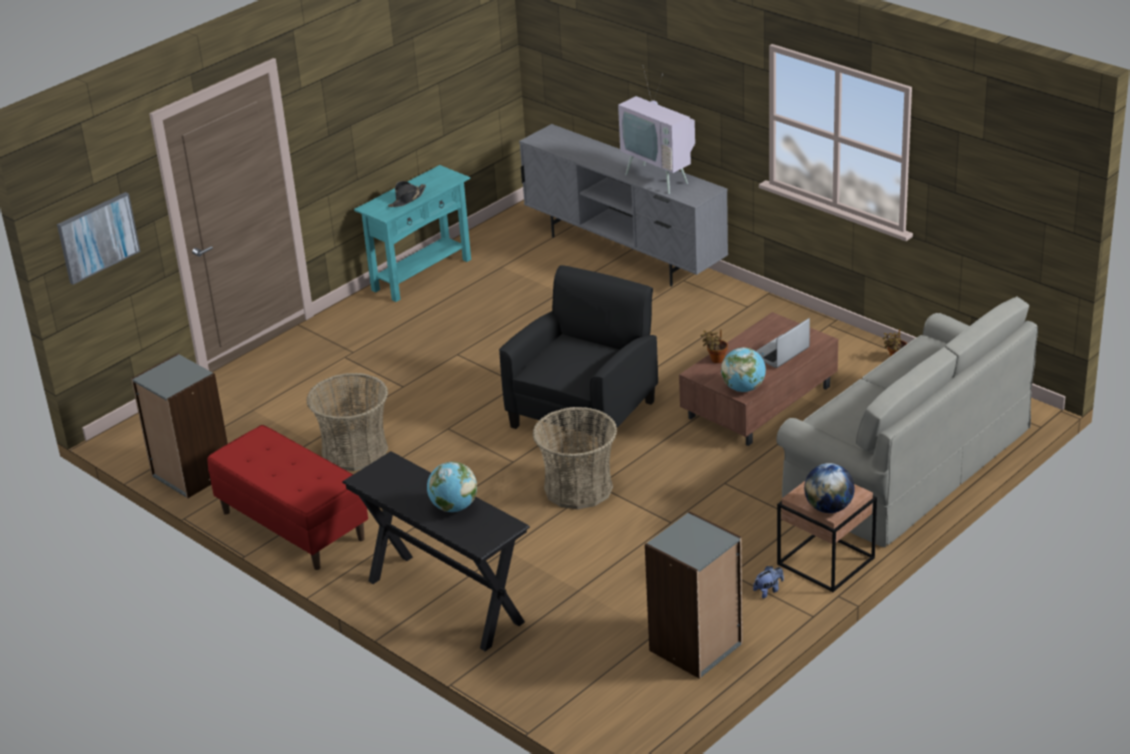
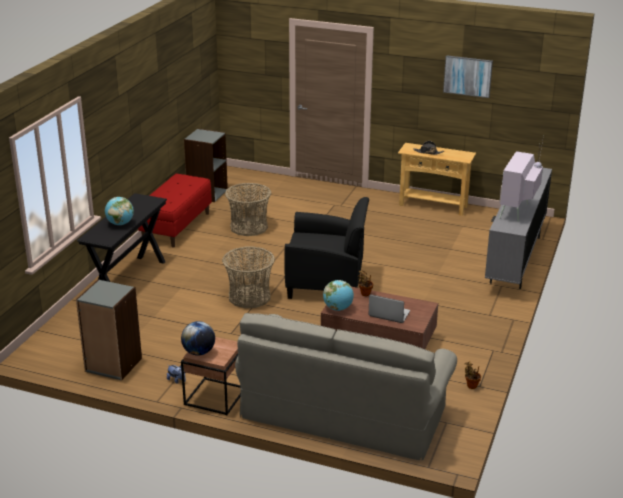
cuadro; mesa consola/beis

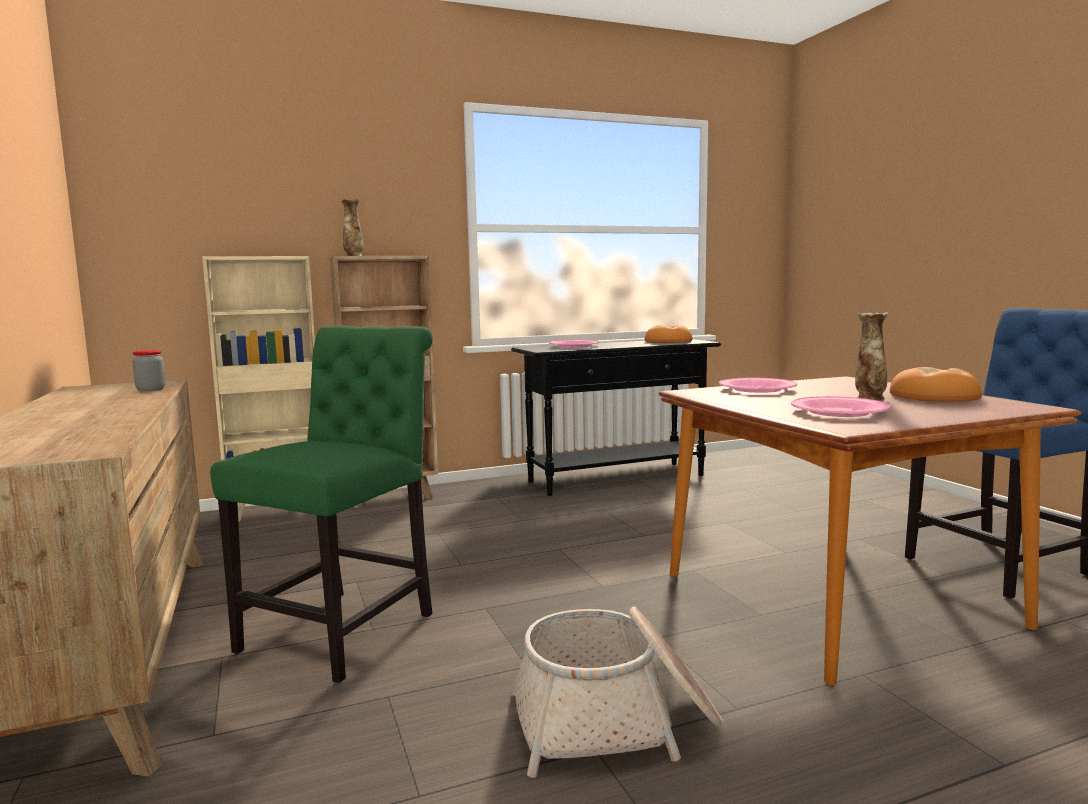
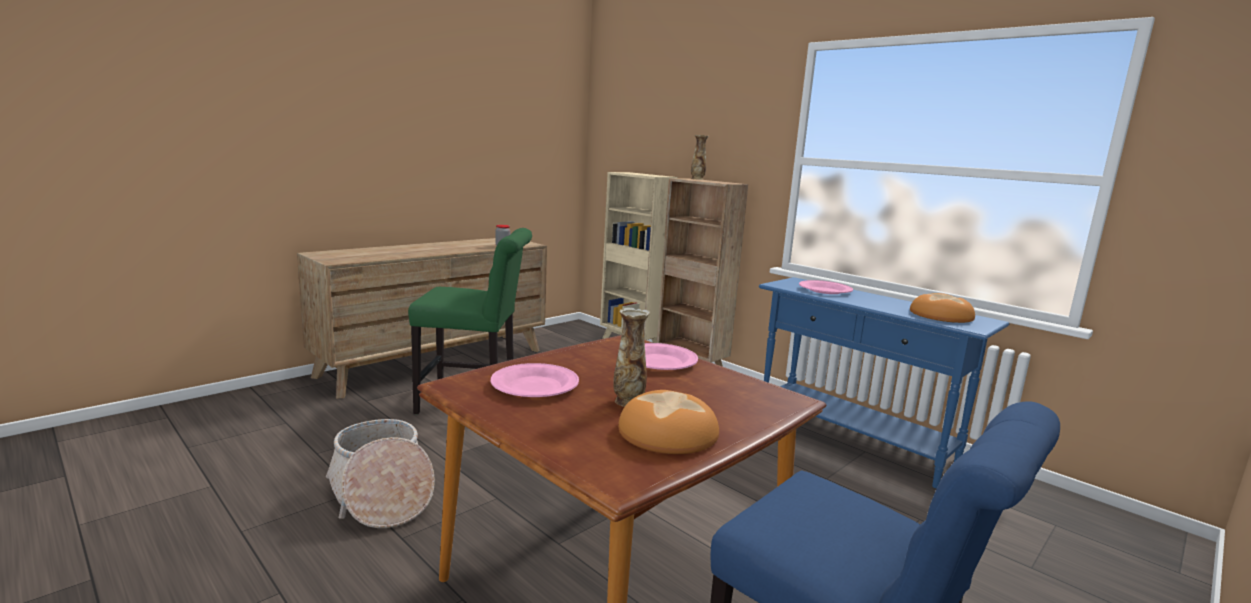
mesa consola/azul

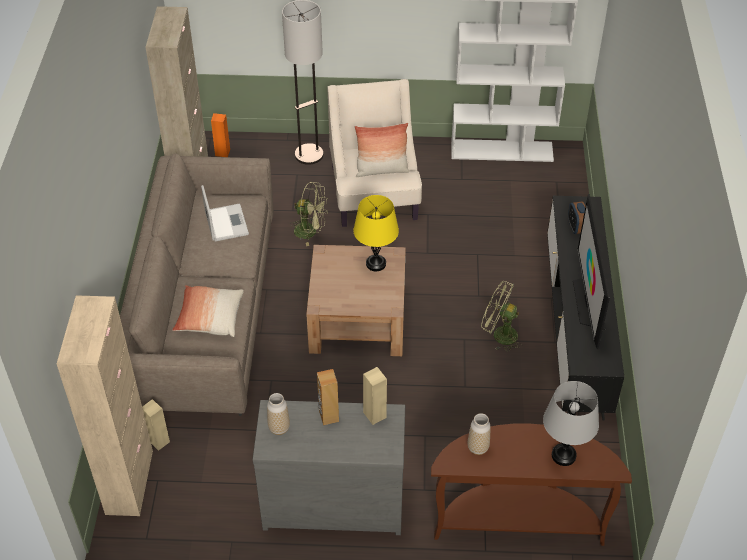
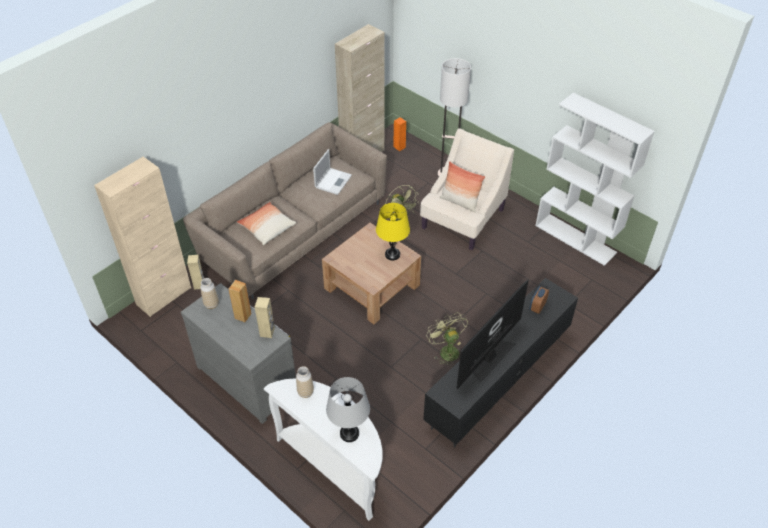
mesa consola/blanco

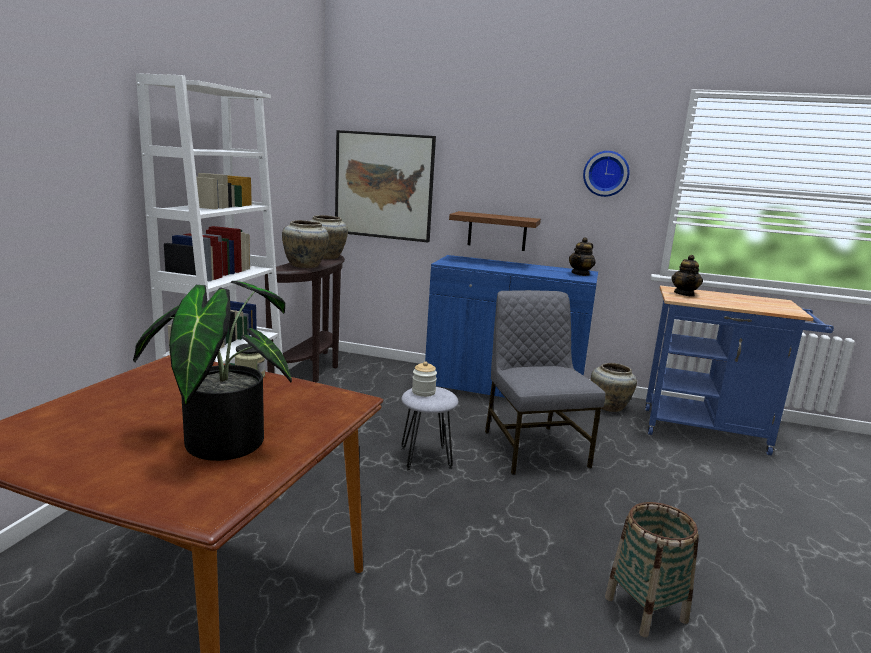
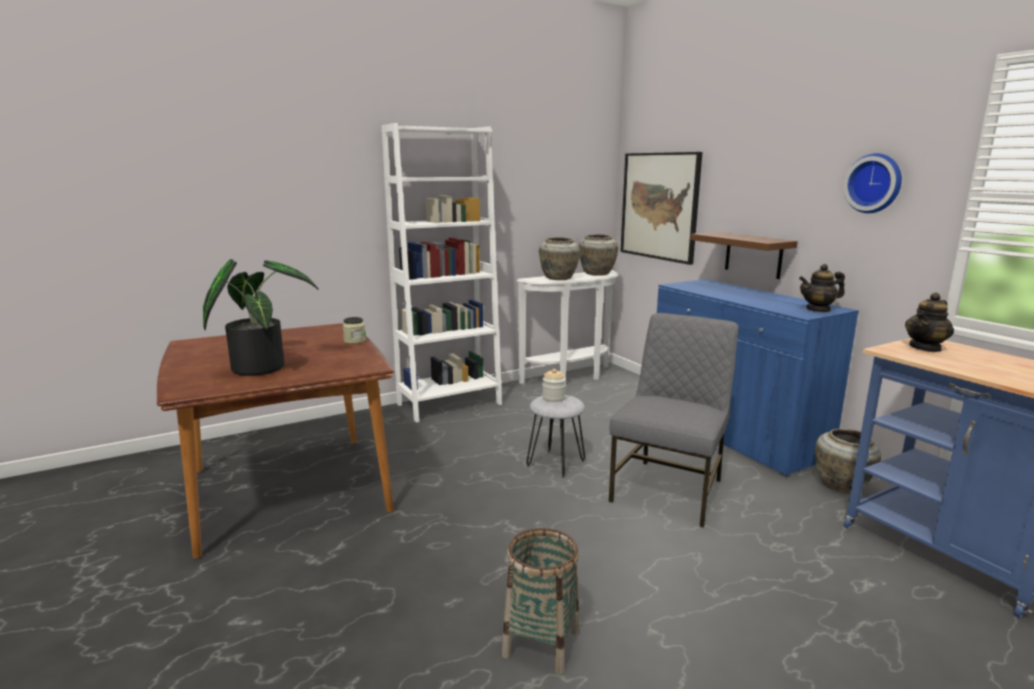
mesa consola/blanco

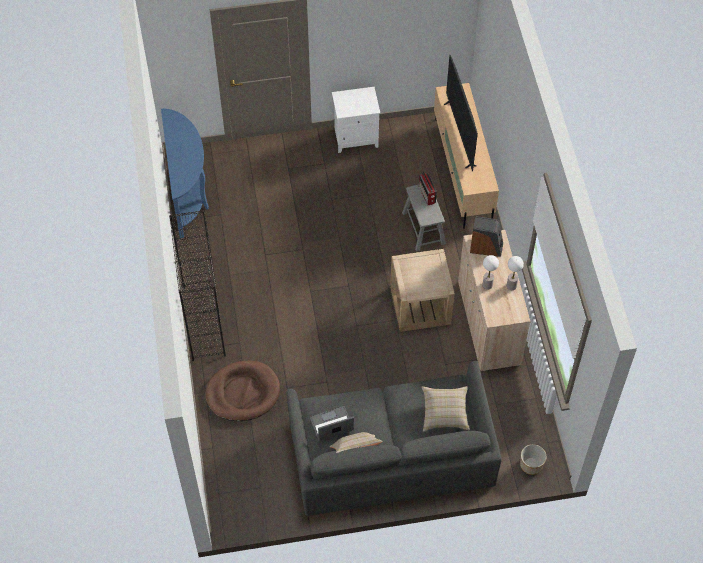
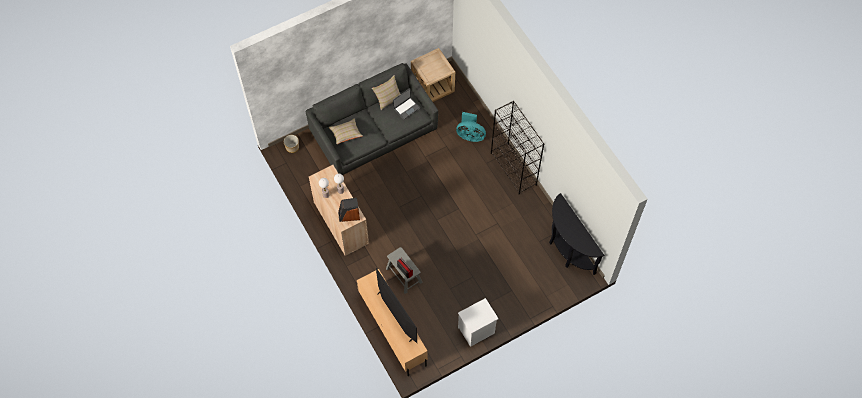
mesa auxiliar/beis; ventilador/turquesa; mesa consola/negro

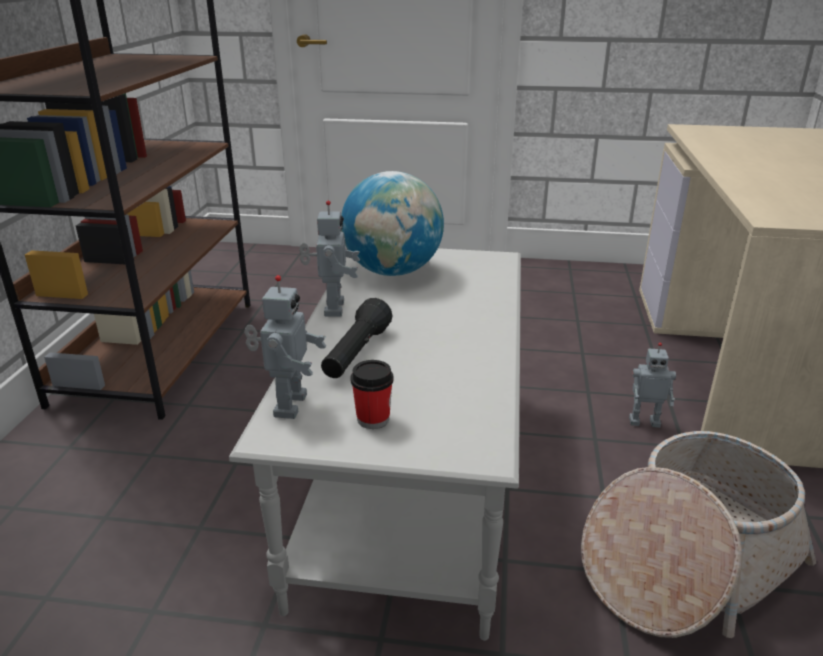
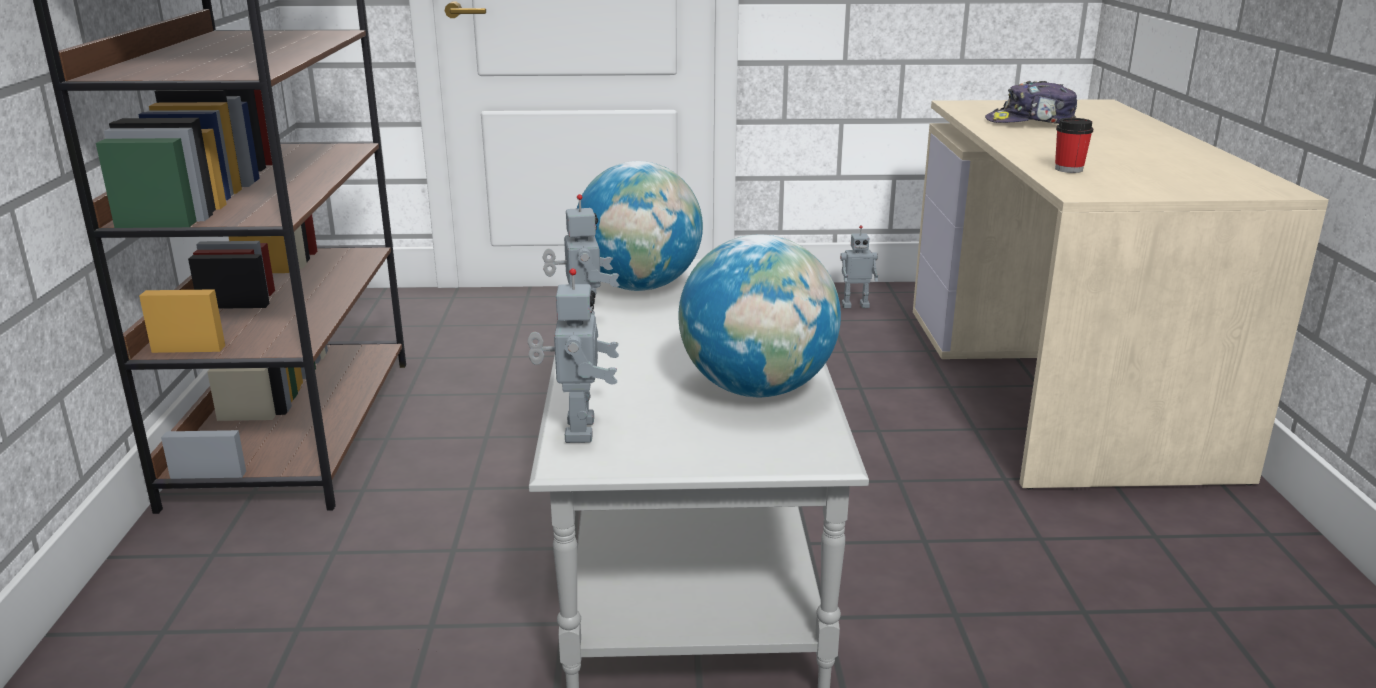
linterna/negro; cesta; globo terráqueo (no. 2 from left); gorra; taza; robot de juguete (no. 3 from left)

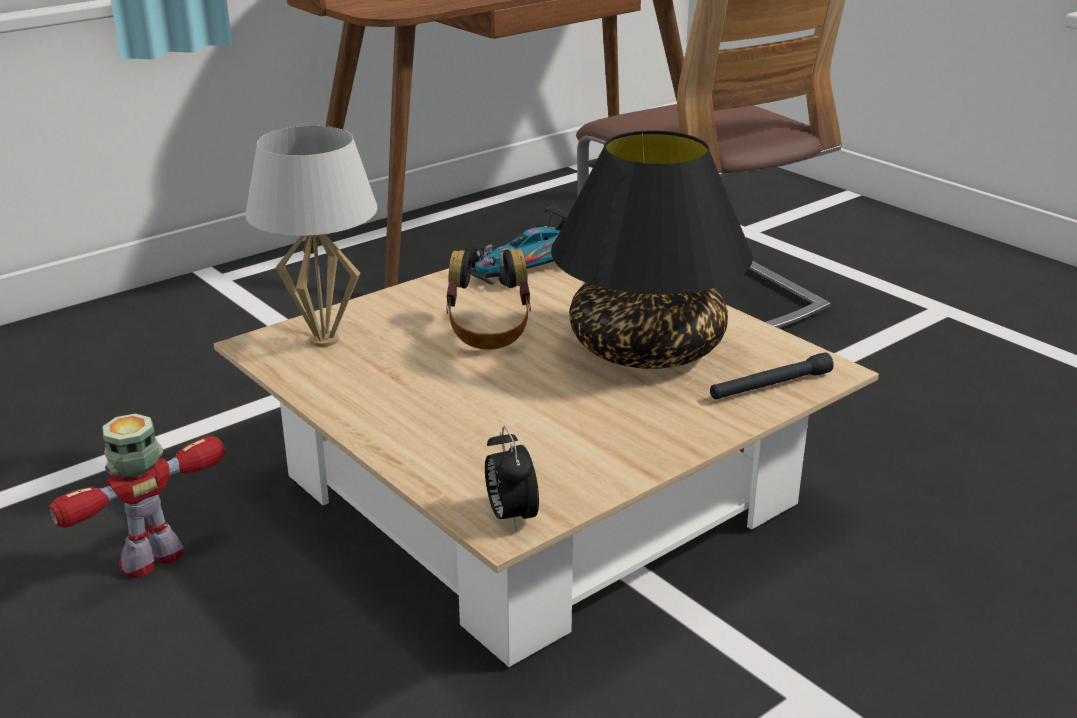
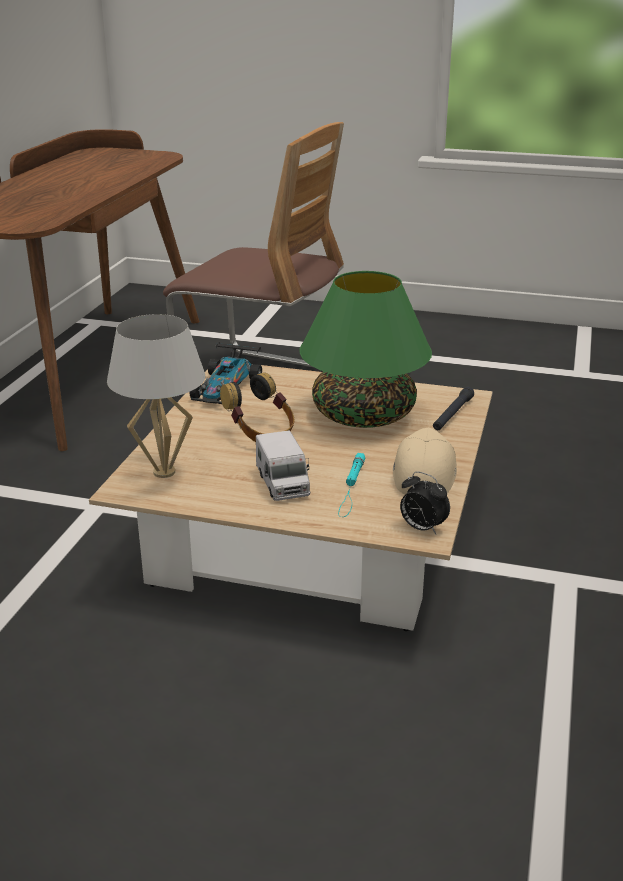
robot de juguete; camión de juguete; linterna/turquesa; gorra/beis; lámpara de mesa/verde

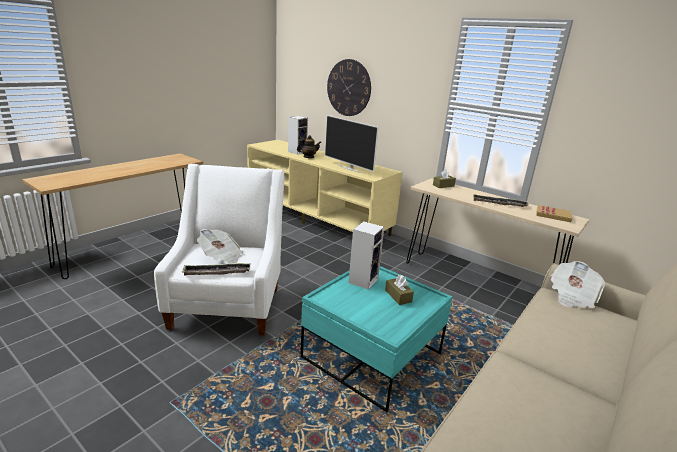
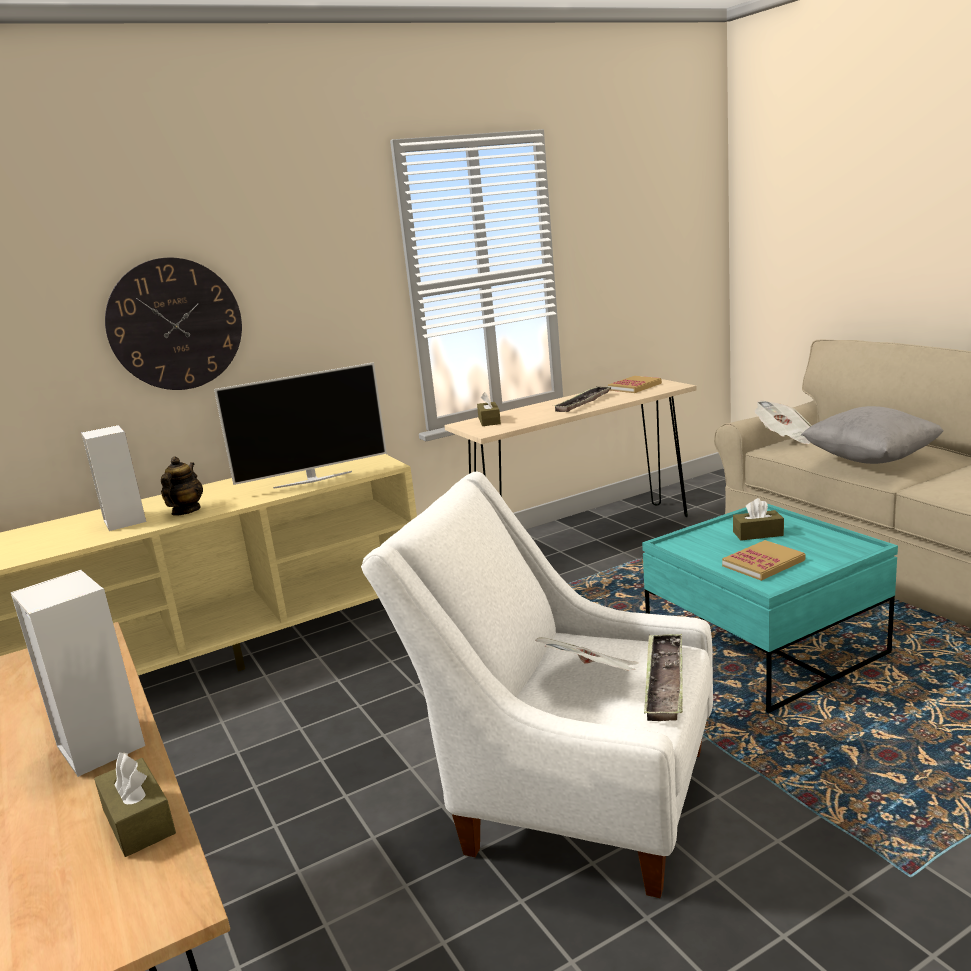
caja de pañuelos/marrón (no. 1 from left); libro (no. 2 from left); cojín/gris; altavoz (no. 1 from left)

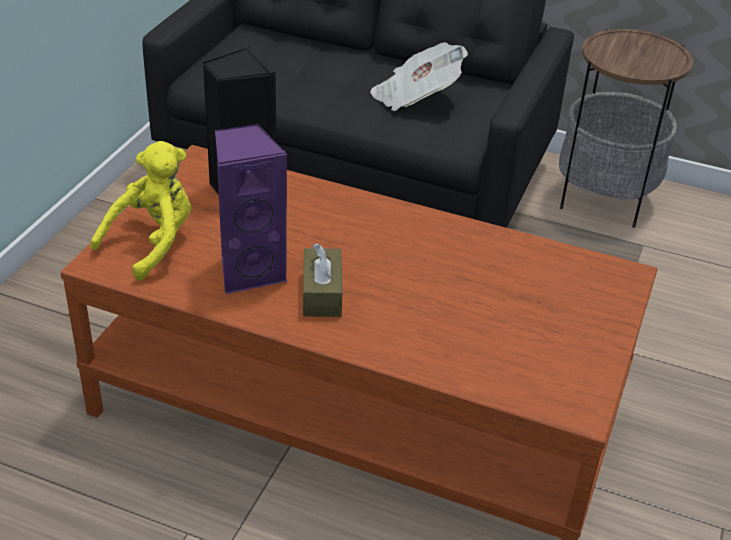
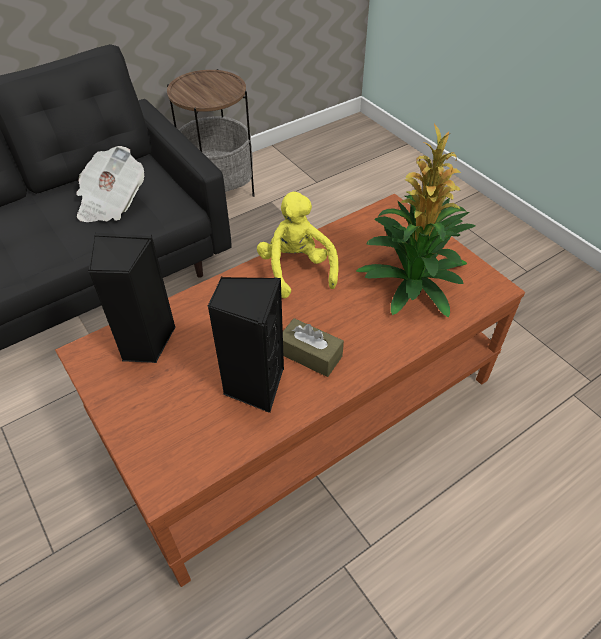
planta en maceta; peluche/amarillo; altavoz/negro (no. 2 from left)

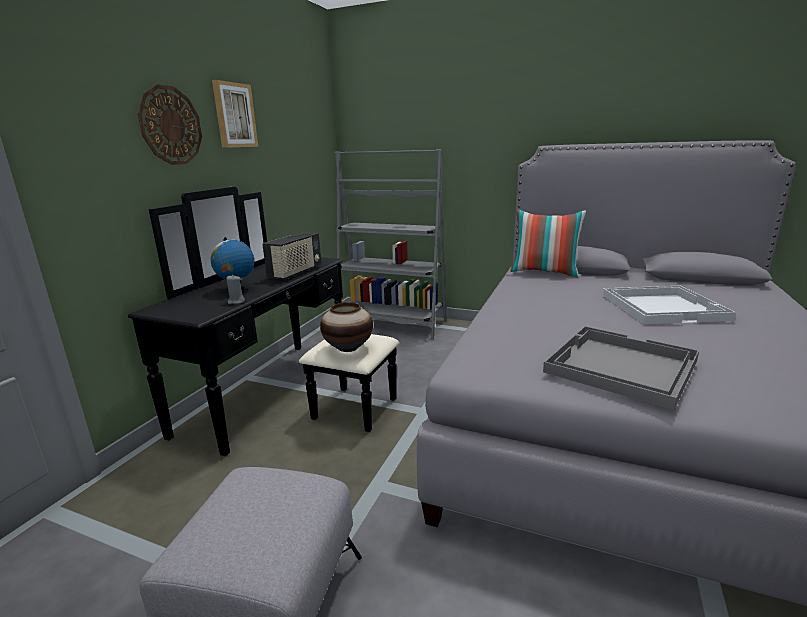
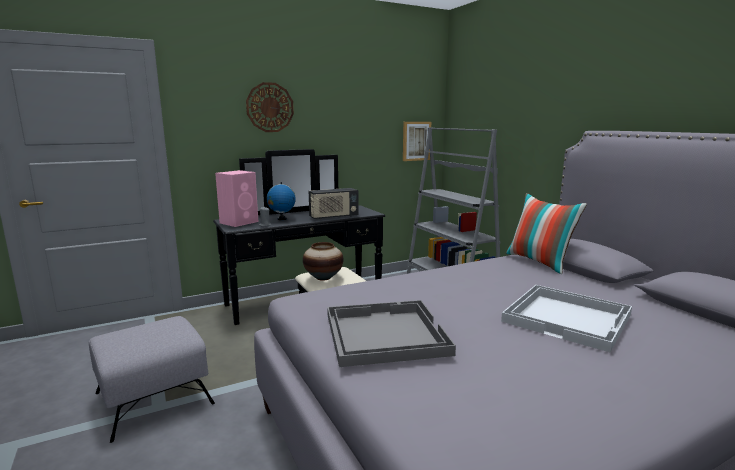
altavoz/rosa; cuadro

